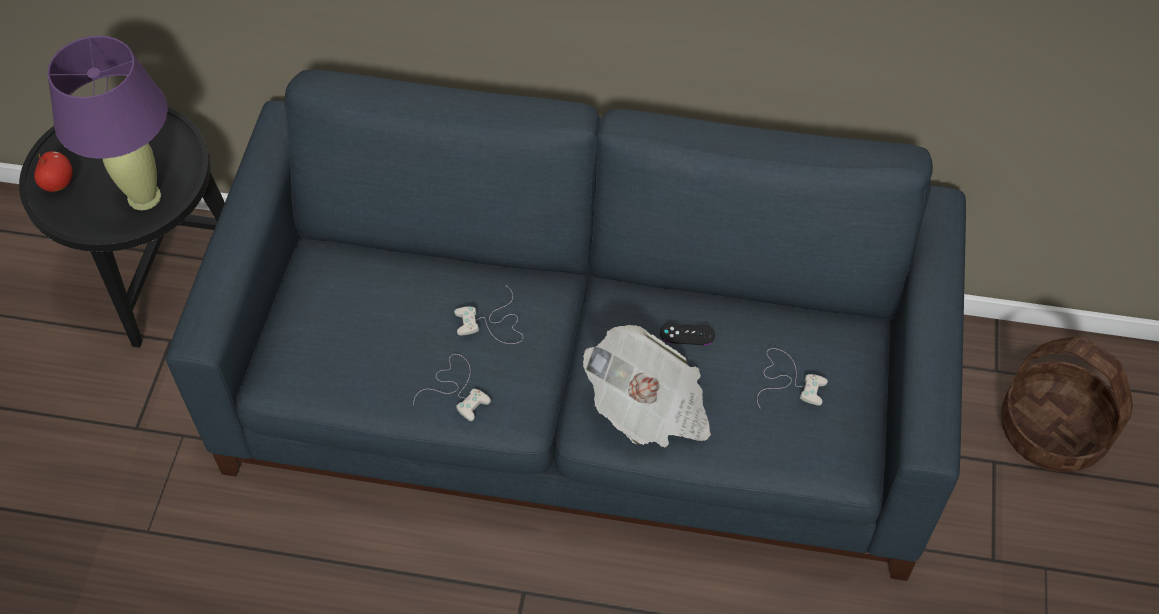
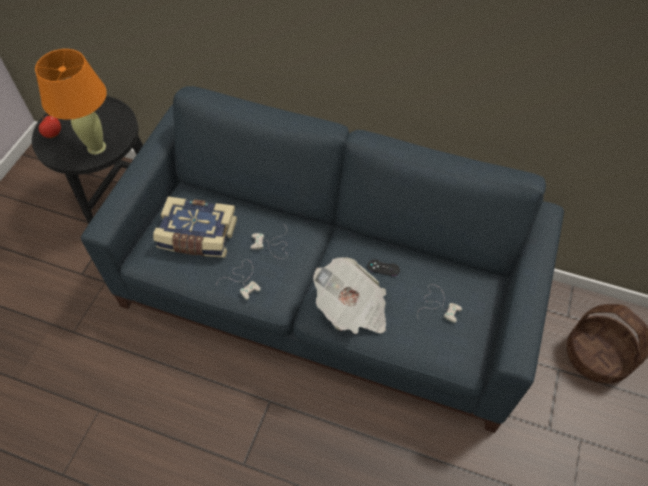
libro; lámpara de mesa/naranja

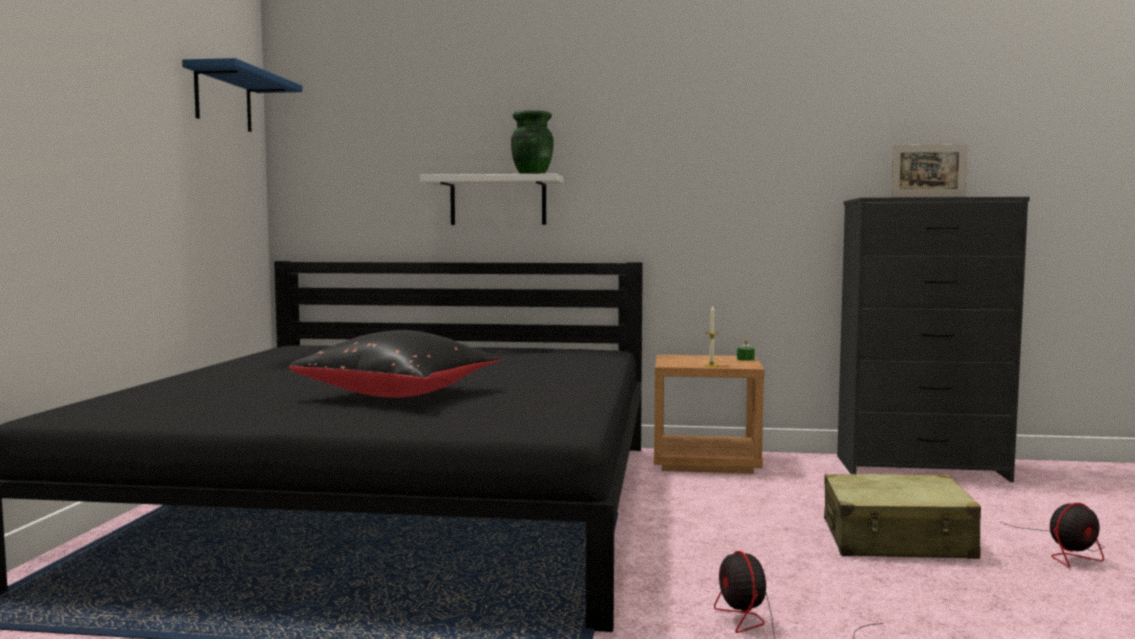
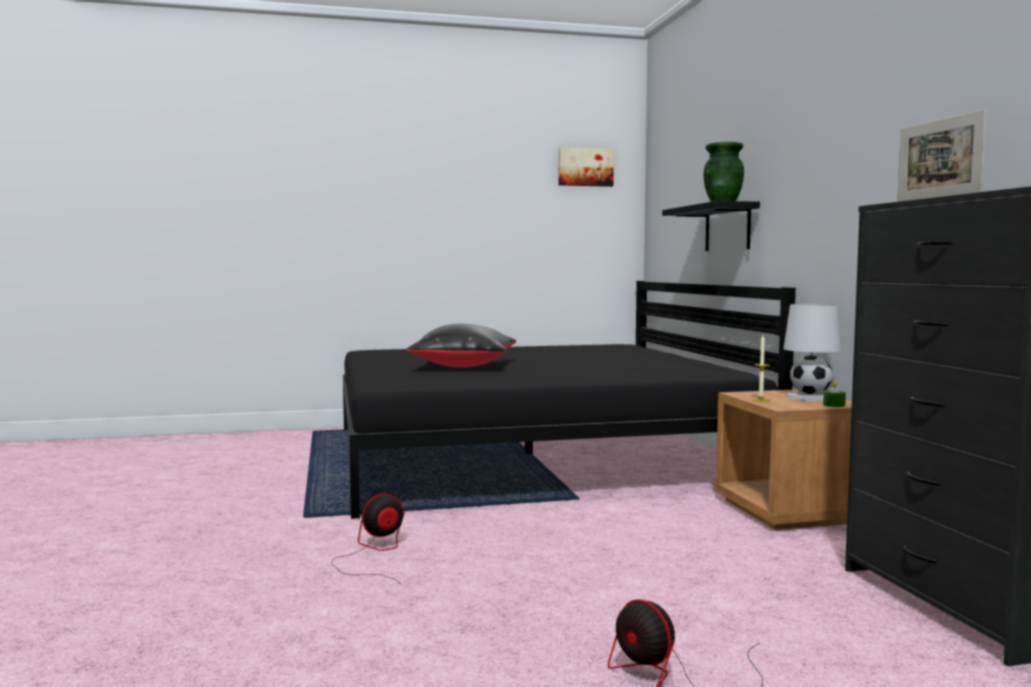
maleta/beis; lámpara de mesa/blanco; cuadro; estante/negro

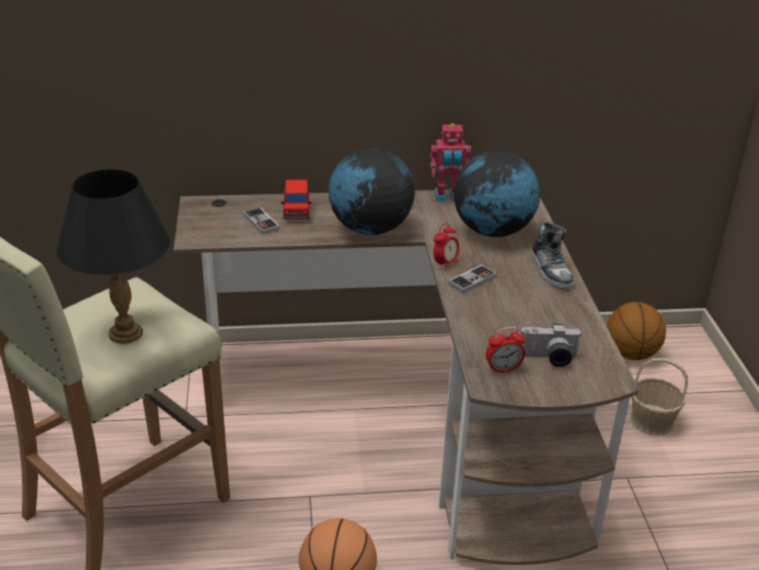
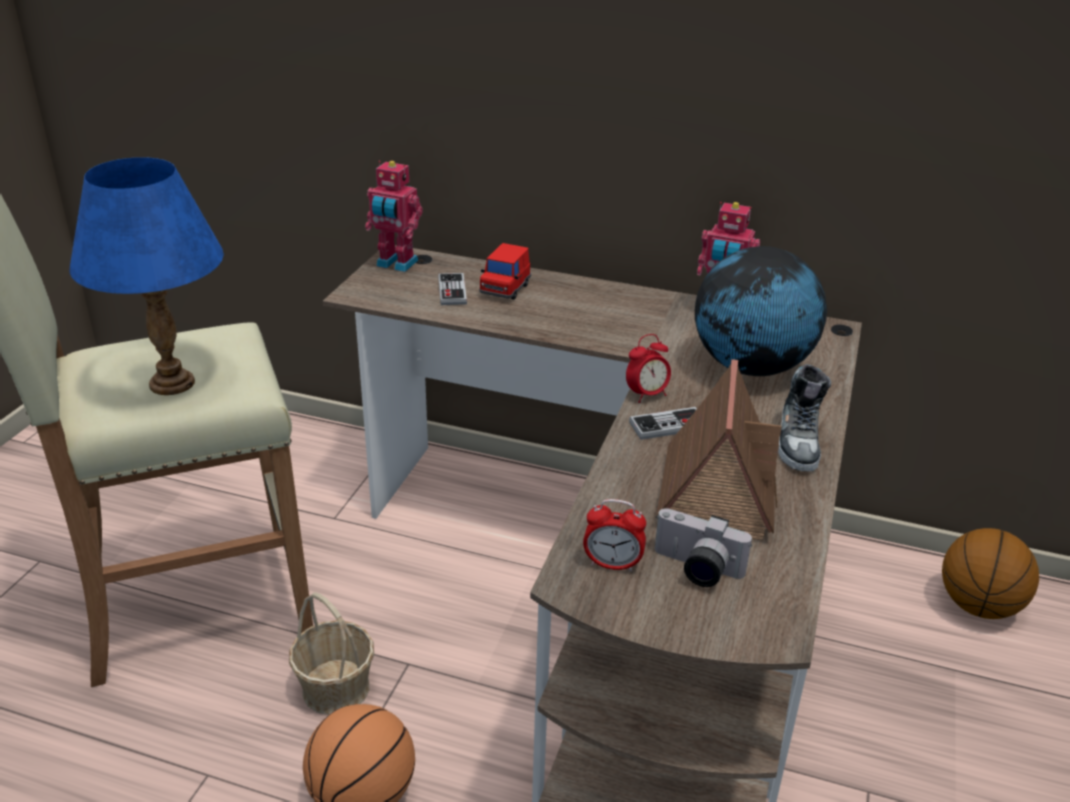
globo terráqueo (no. 1 from left in the first image); robot de juguete (no. 1 from left); casita; cesta; lámpara de mesa/azul

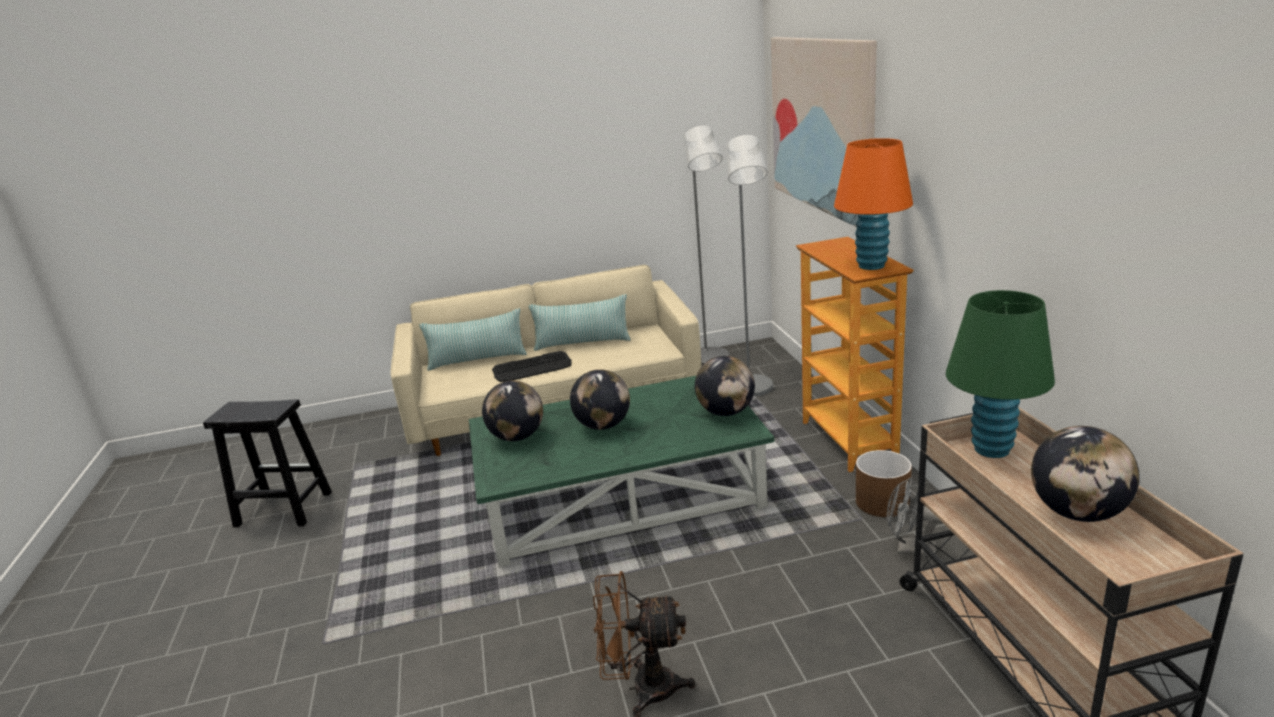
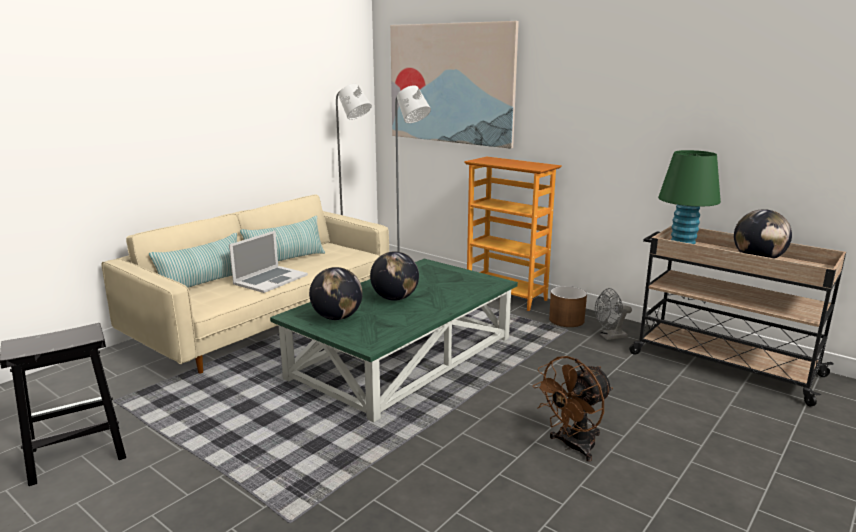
globo terráqueo (no. 3 from left in the first image); lámpara de mesa/naranja; portátil

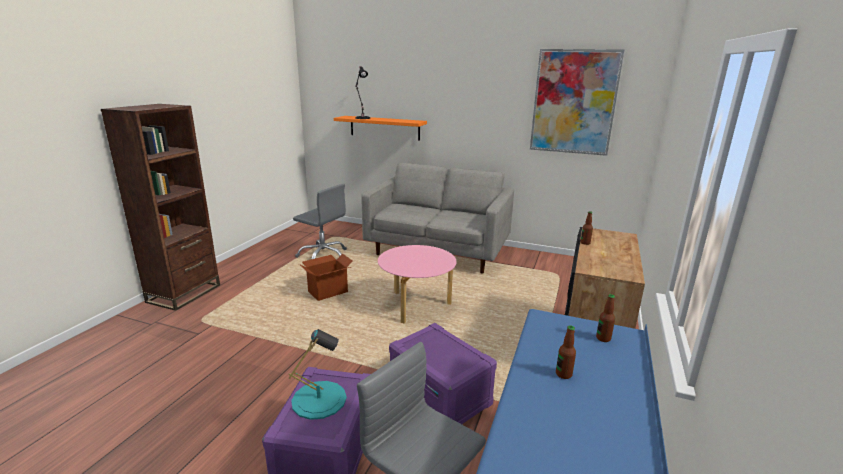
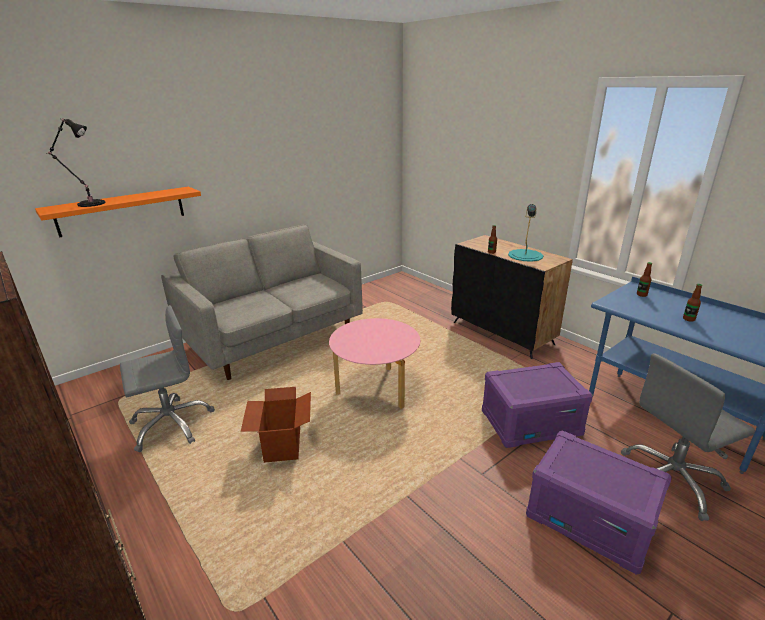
cuadro; lámpara de mesa/turquesa

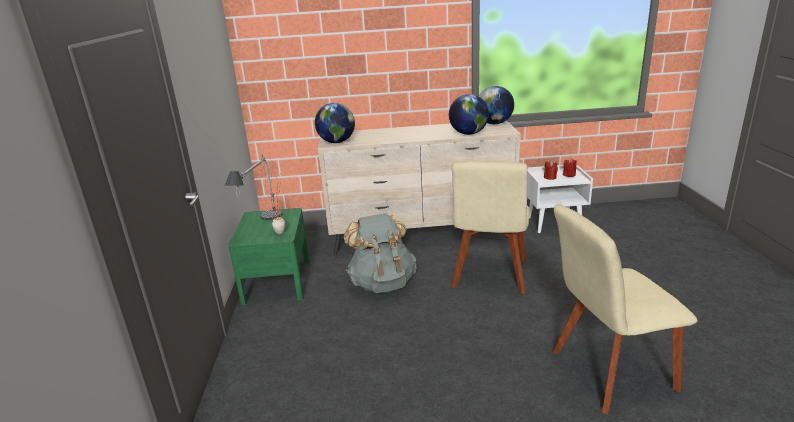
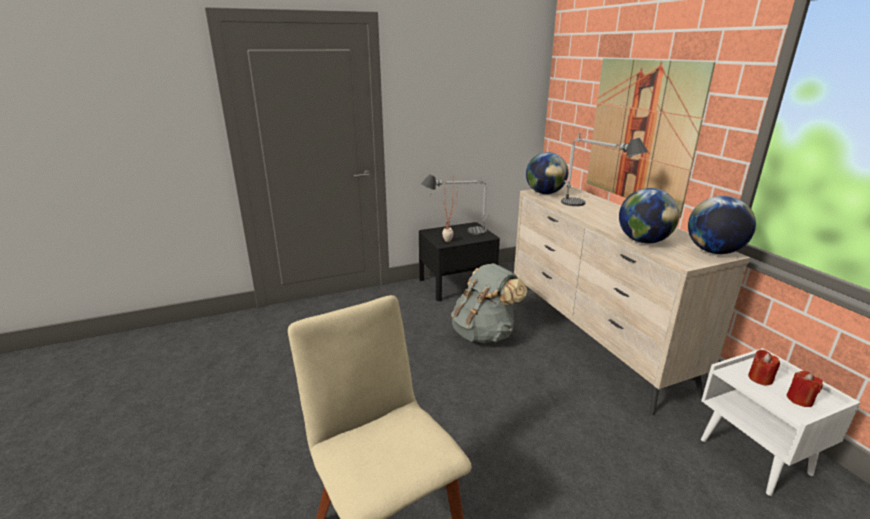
silla/beis (no. 1 from left in the first image); lámpara de mesa (no. 2 from left); cuadro; mesita de noche/negro

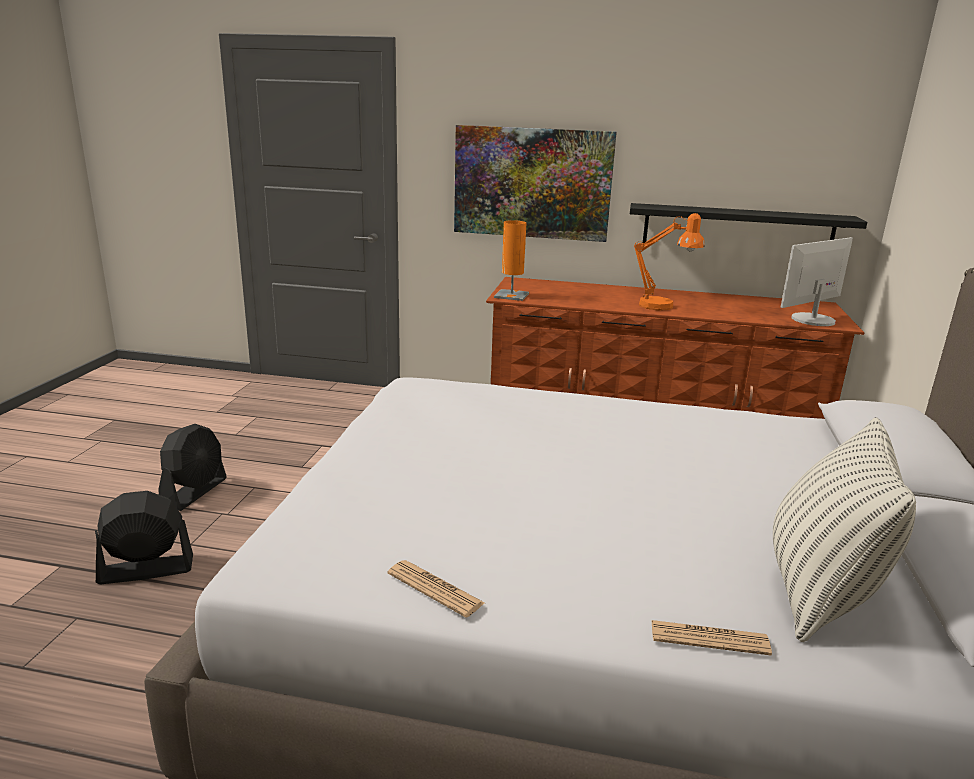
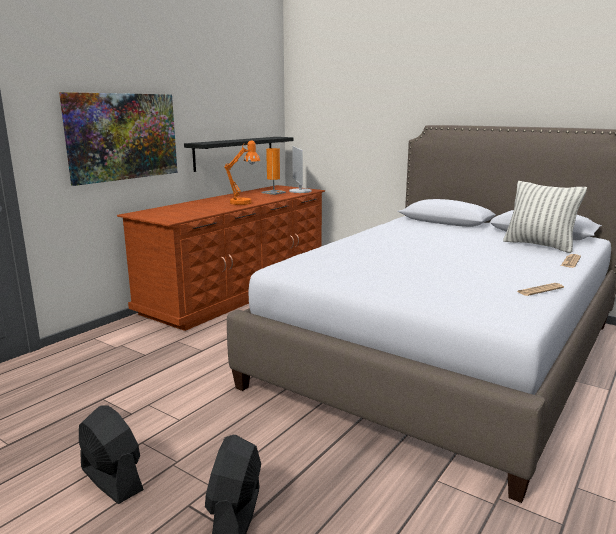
lámpara de mesa/naranja (no. 2 from left)

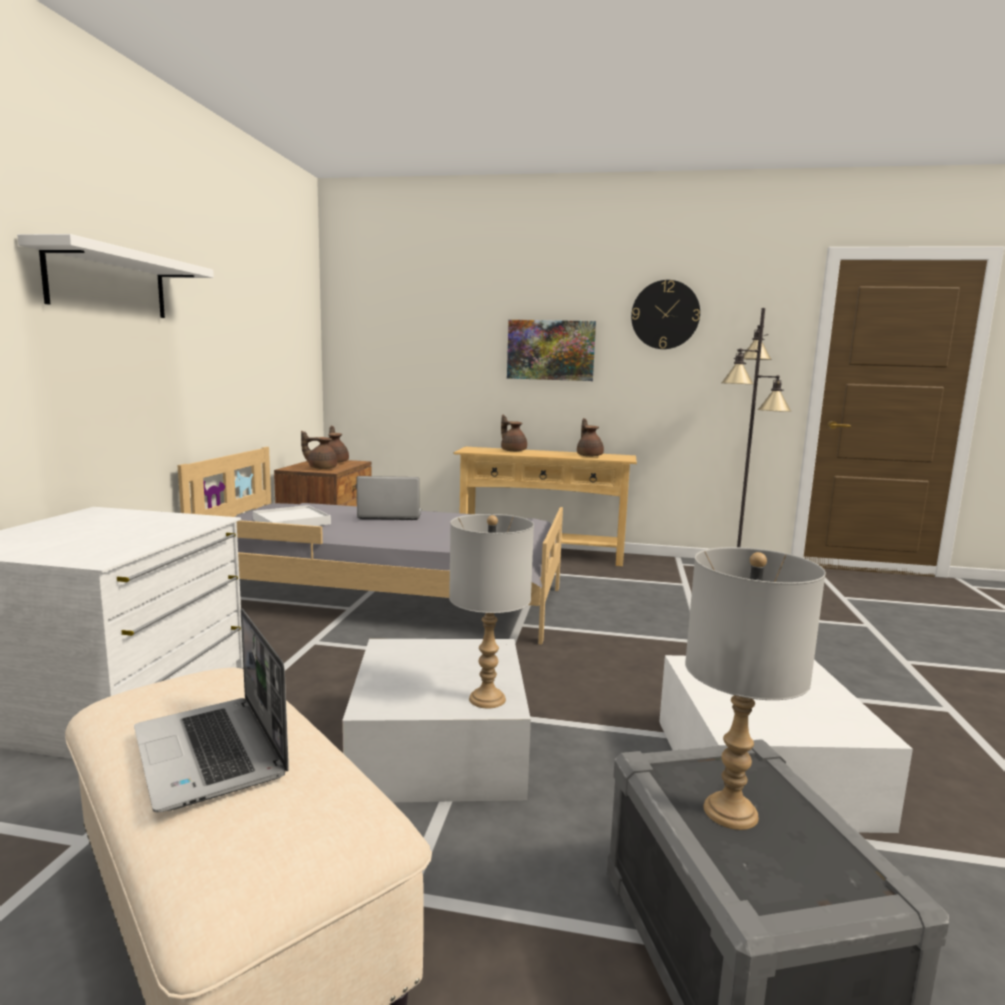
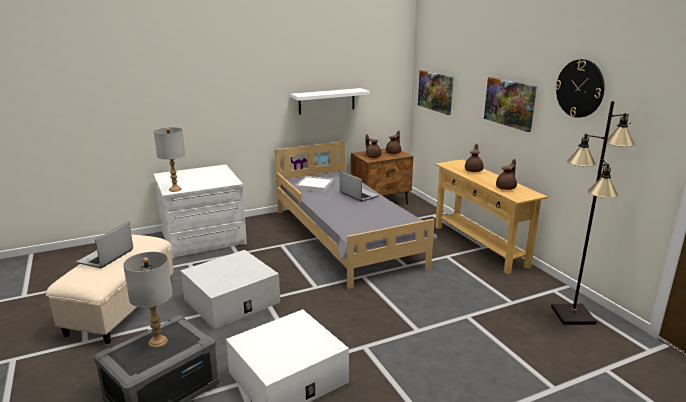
cuadro (no. 1 from left); estante/blanco; lámpara de mesa/gris (no. 2 from left)

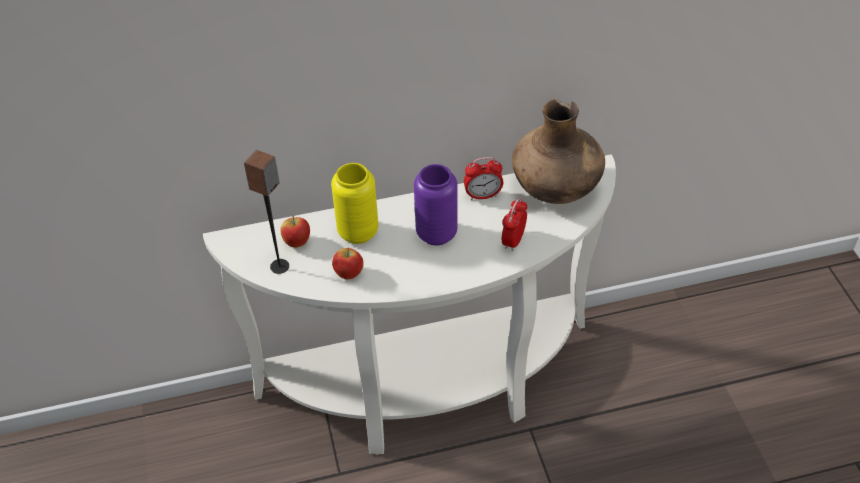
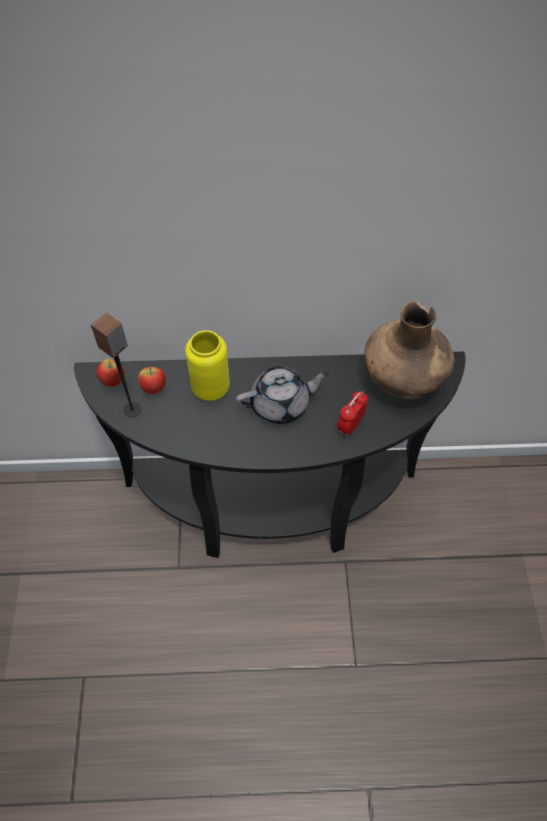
despertador (no. 1 from left in the first image); manzana (no. 1 from left); tetera/gris; mesa consola/negro

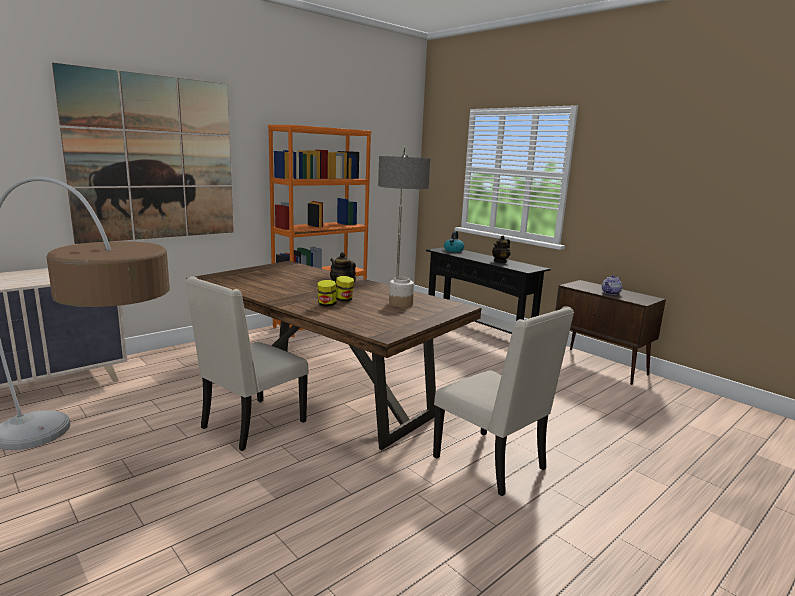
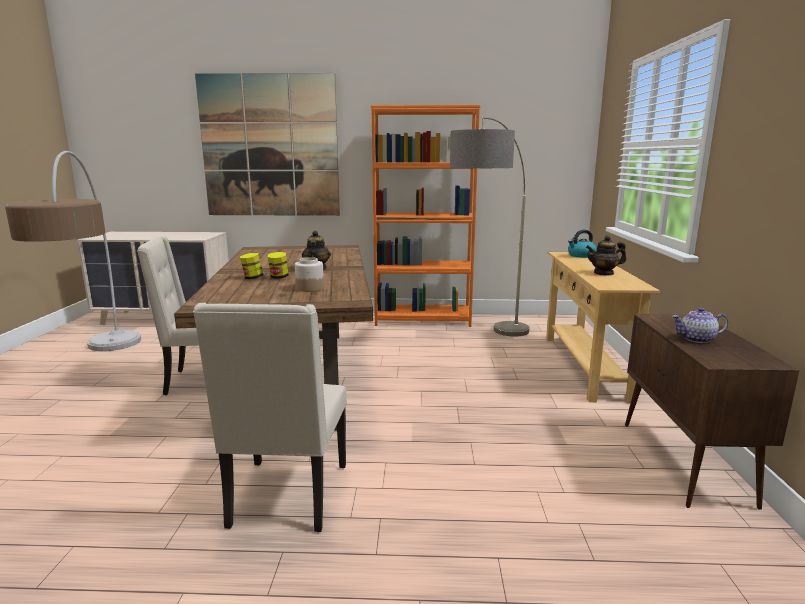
mesa consola/beis

